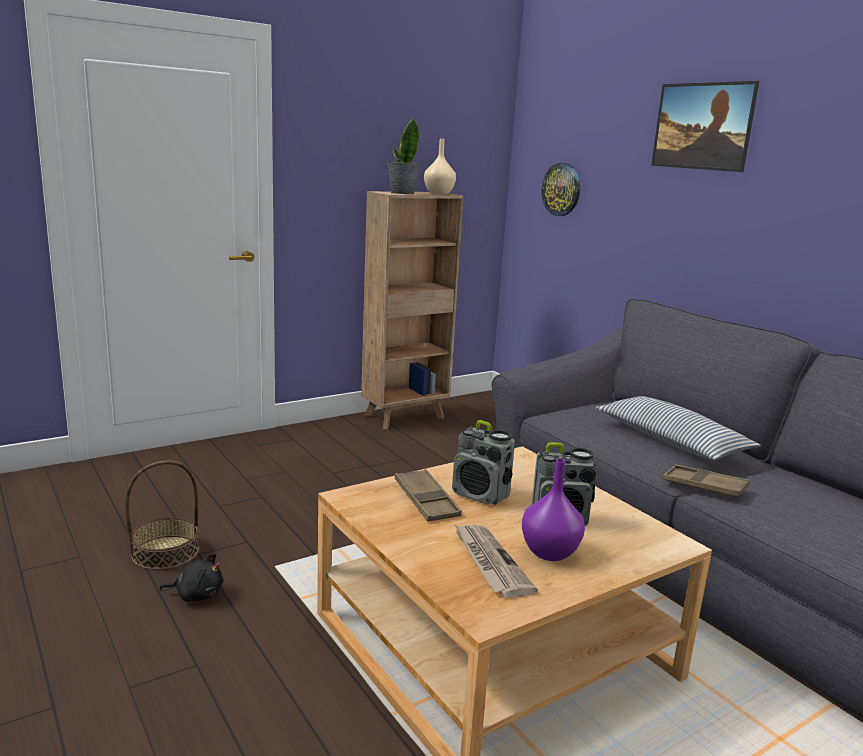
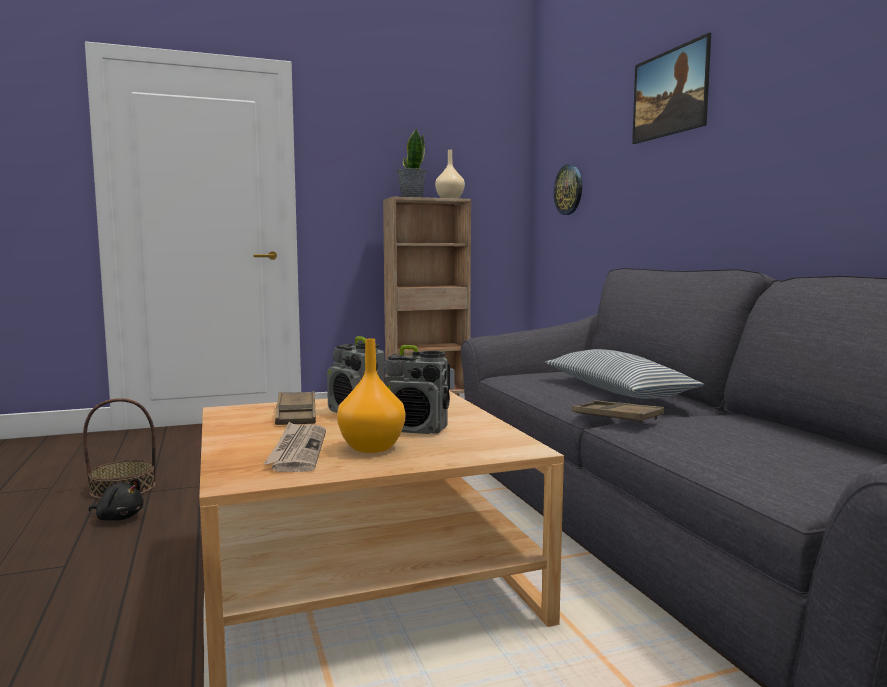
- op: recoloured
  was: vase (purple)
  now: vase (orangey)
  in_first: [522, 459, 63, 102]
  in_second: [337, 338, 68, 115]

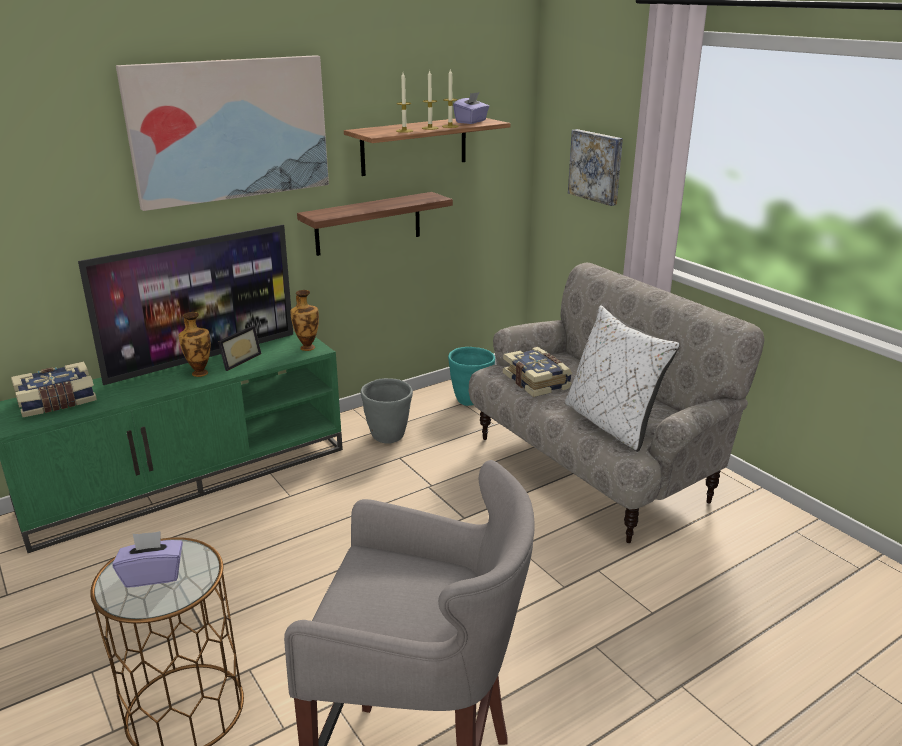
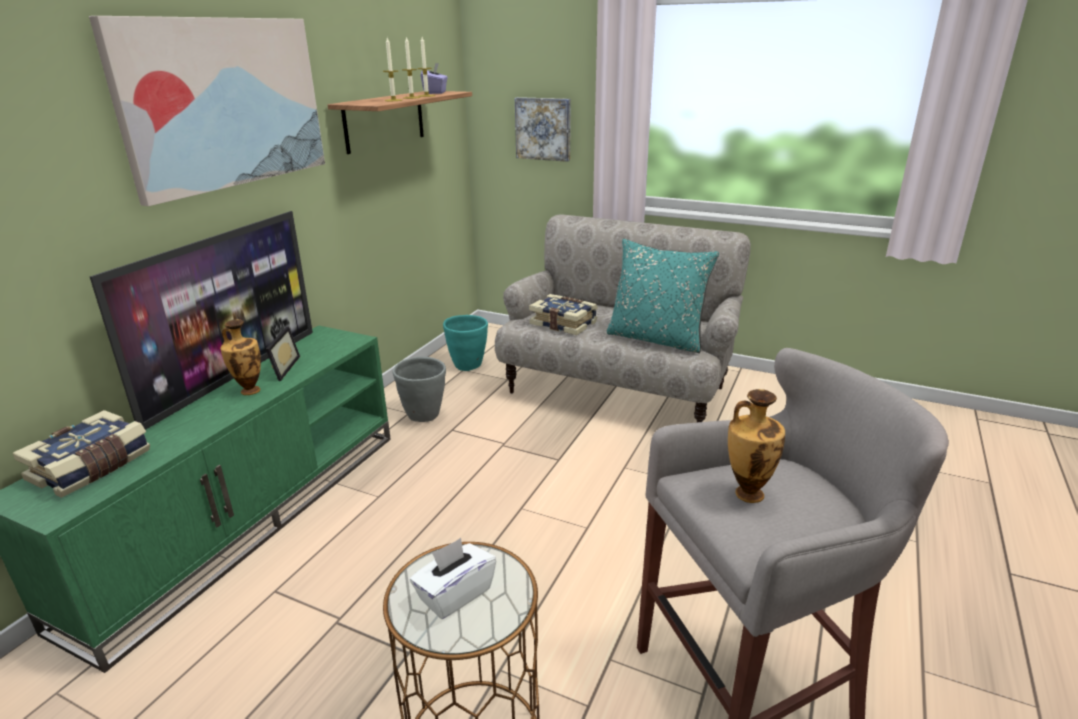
- op: recoloured
  was: tissue holder (purple)
  now: tissue holder (white-coloured)
  in_first: [113, 531, 70, 57]
  in_second: [410, 538, 86, 81]
- op: recoloured
  was: throw pillow (white-coloured)
  now: throw pillow (blue-green)
  in_first: [565, 305, 115, 147]
  in_second: [607, 239, 112, 114]
- op: moved
  was: vase
  in_first: [290, 290, 29, 61]
  in_second: [728, 389, 57, 114]
- op: removed
  was: shelf
  in_first: [297, 192, 156, 64]

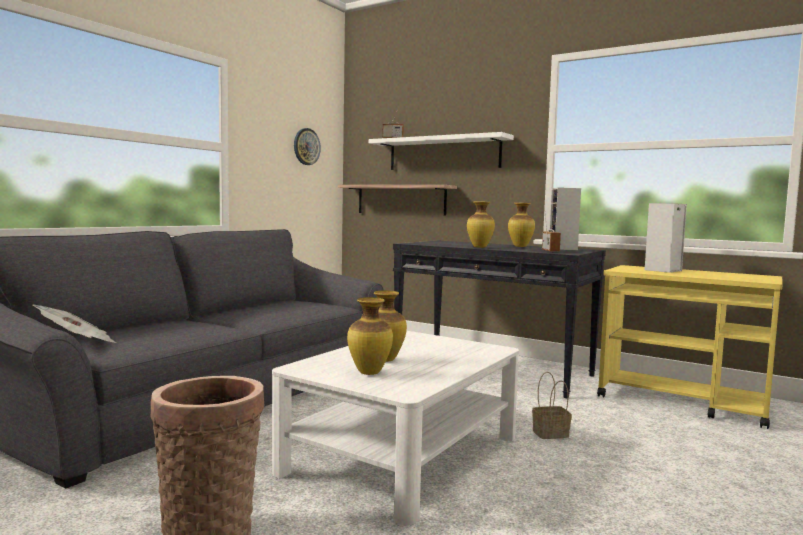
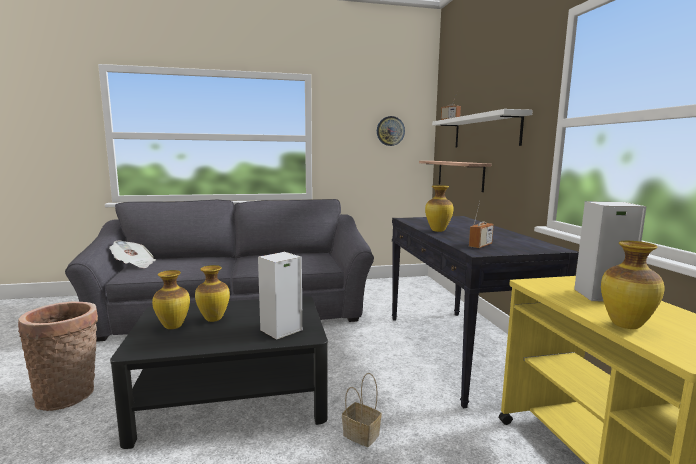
- op: recoloured
  was: lounge table (white-coloured)
  now: lounge table (black)
  in_first: [272, 331, 247, 195]
  in_second: [110, 296, 218, 153]
- op: moved
  was: speaker
  in_first: [550, 188, 31, 62]
  in_second: [258, 252, 45, 88]
- op: moved
  was: vase
  in_first: [508, 203, 27, 44]
  in_second: [601, 241, 63, 88]

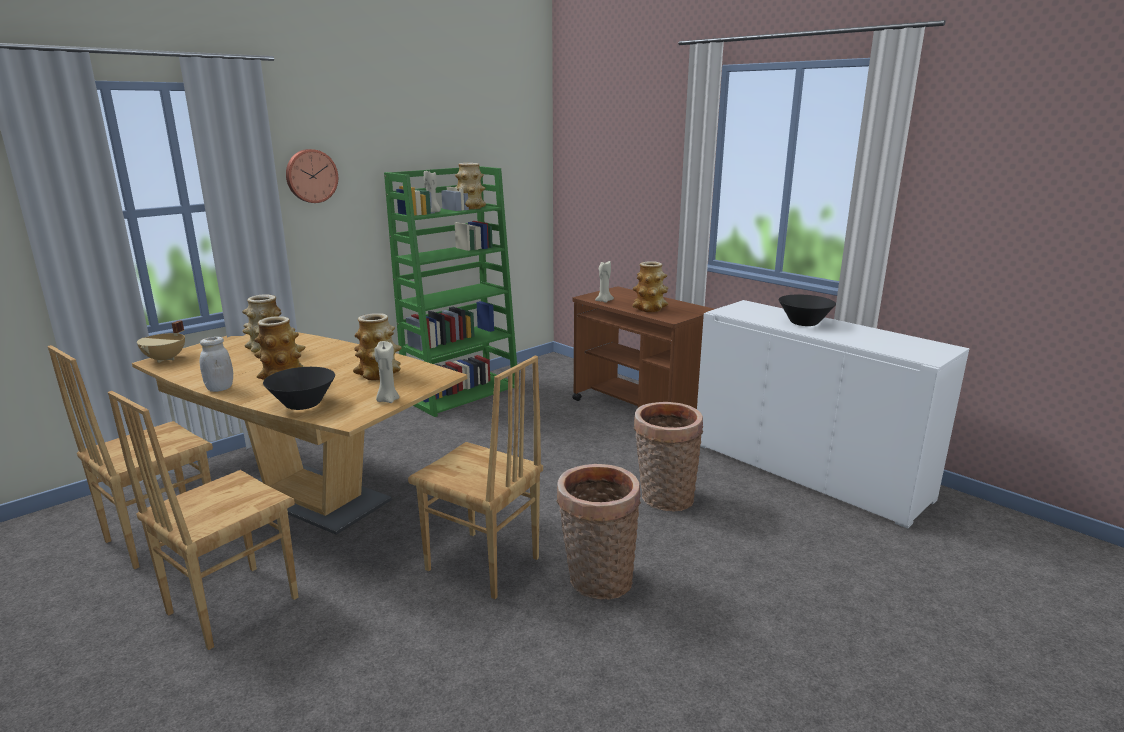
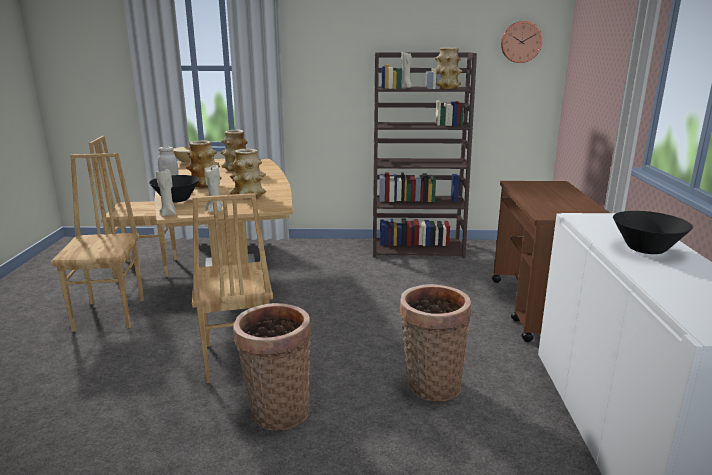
- op: turned
  was: chair (brown)
  in_first: [108, 391, 190, 259]
  in_second: [50, 153, 94, 179]
  clockwise: 90
- op: moved
  was: wax candle (beige)
  in_first: [595, 261, 19, 42]
  in_second: [156, 169, 20, 47]
- op: recoloured
  was: shelving unit (green-coloured)
  now: shelving unit (brown)
  in_first: [384, 166, 133, 251]
  in_second: [373, 52, 104, 206]
- op: moved
  was: clock on the wall
  in_first: [286, 149, 52, 54]
  in_second: [501, 21, 41, 42]
- op: removed
  was: vase
  in_first: [632, 261, 36, 51]

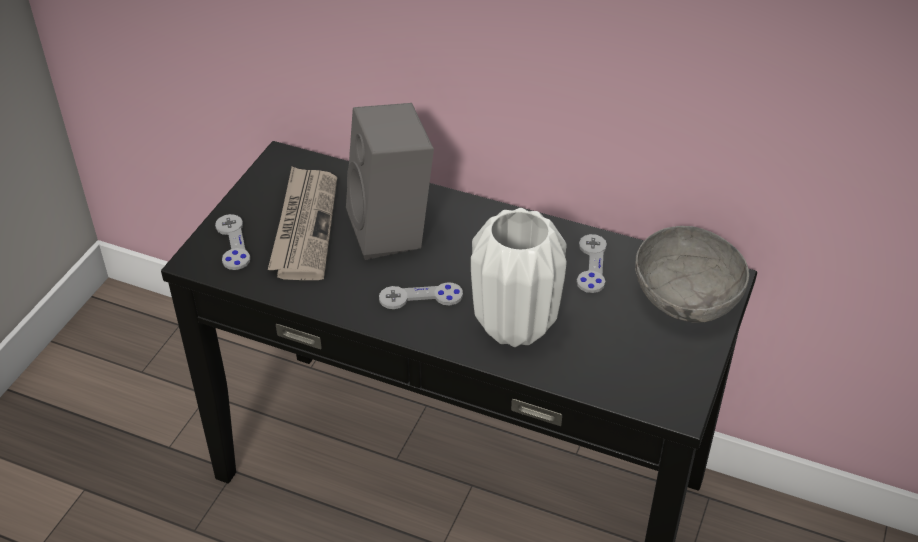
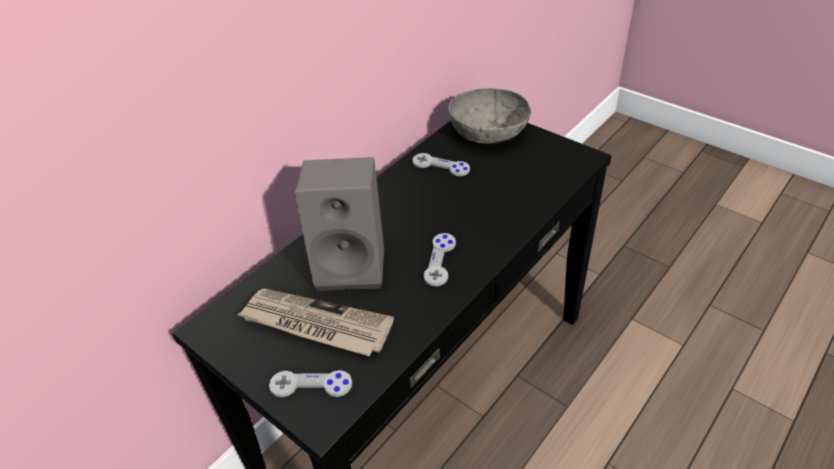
- op: removed
  was: vase (white-coloured)
  in_first: [471, 208, 96, 139]

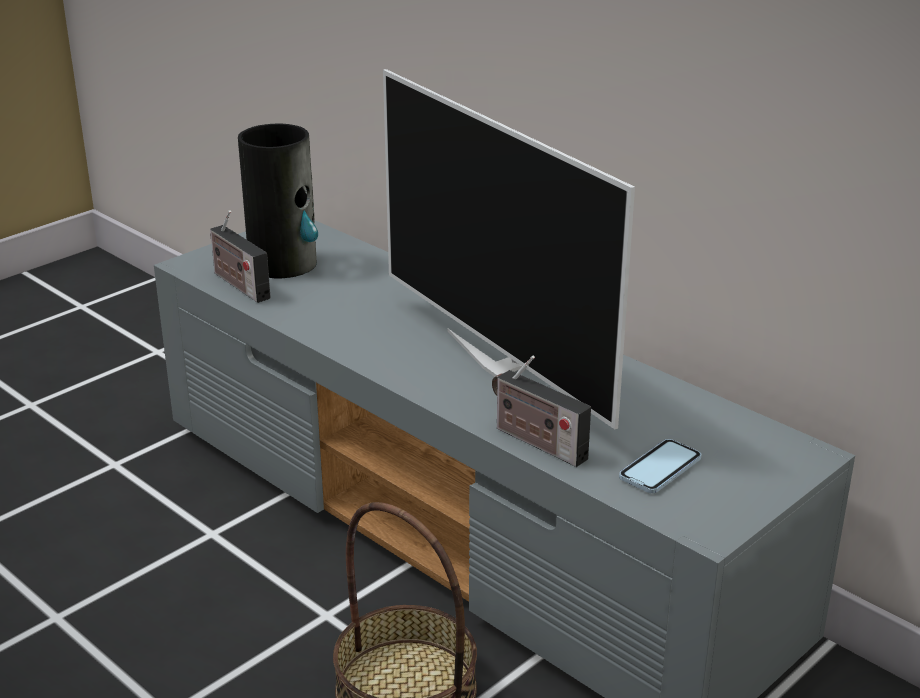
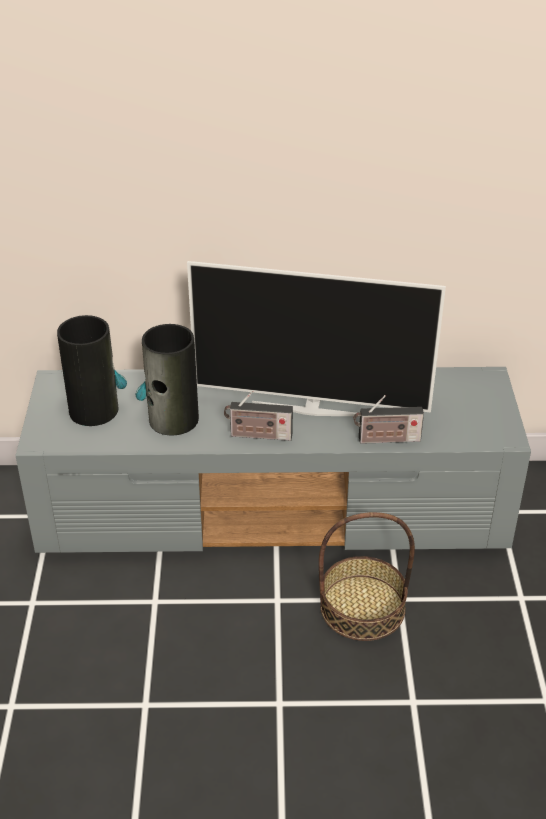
- op: added
  now: vase
  in_second: [136, 324, 63, 111]
- op: moved
  was: radio receiver
  in_first: [210, 210, 61, 93]
  in_second: [224, 390, 69, 51]
- op: removed
  was: handset
  in_first: [619, 439, 82, 54]

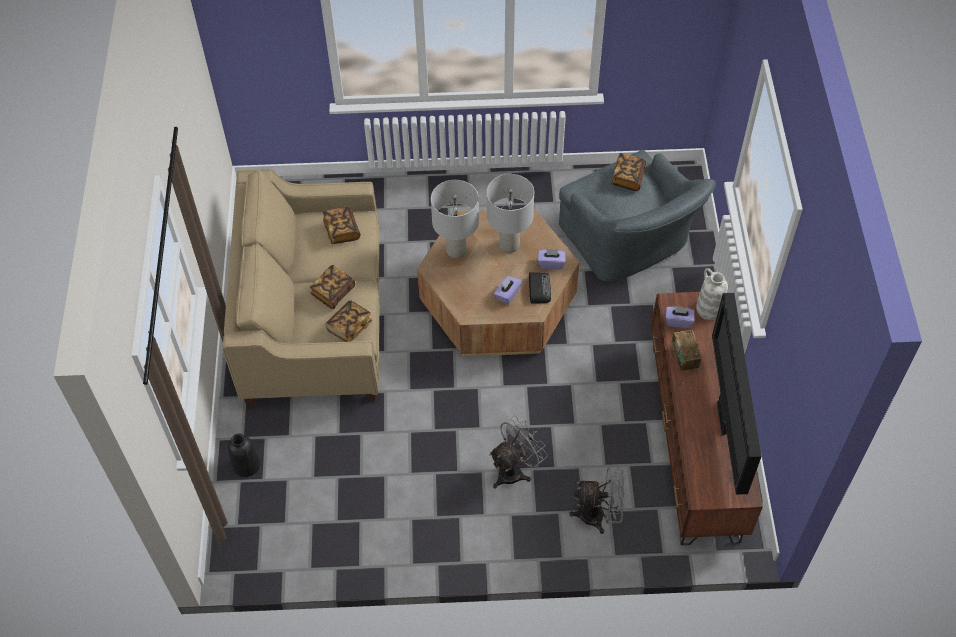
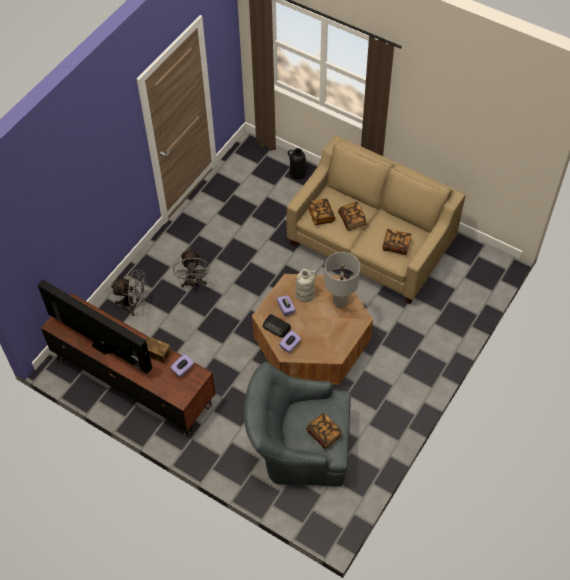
- op: turned
  was: electric fan (gray)
  in_first: [569, 466, 55, 68]
  in_second: [111, 270, 35, 46]
  clockwise: -120
- op: moved
  was: vase (white-coloured)
  in_first: [696, 268, 32, 52]
  in_second: [295, 269, 22, 33]
- op: removed
  was: tabletop lamp (gray)
  in_first: [487, 174, 47, 79]

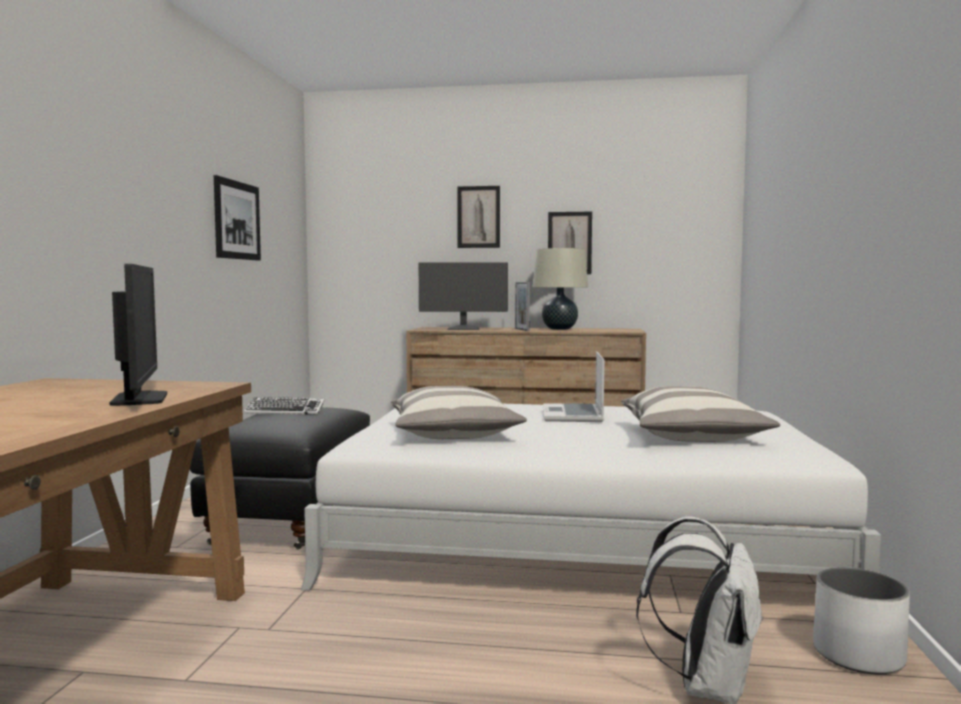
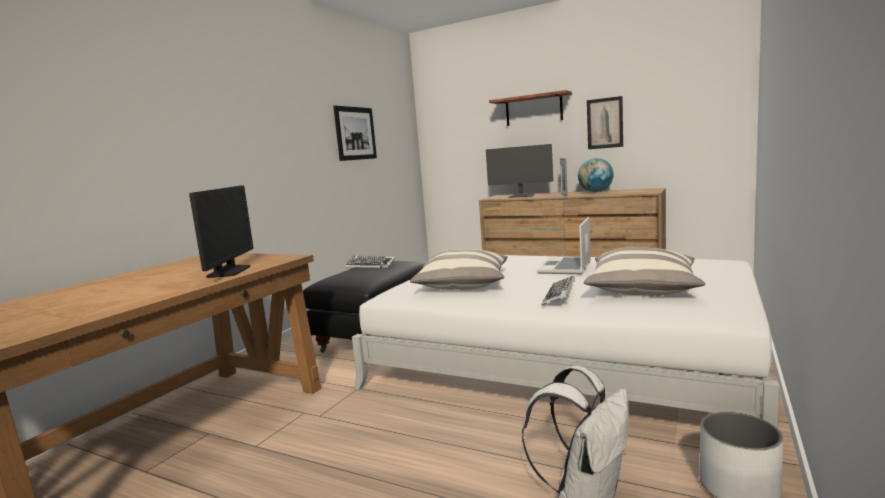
- op: replaced
  was: wall picture
  now: shelf
  in_first: [457, 186, 43, 62]
  in_second: [489, 90, 83, 36]
- op: added
  now: PC keyboard
  in_second: [541, 276, 34, 30]
- op: replaced
  was: tabletop lamp (beige)
  now: world globe
  in_first: [533, 248, 55, 82]
  in_second: [578, 158, 35, 34]

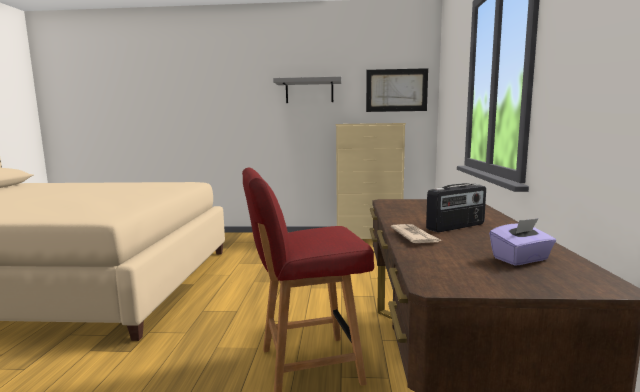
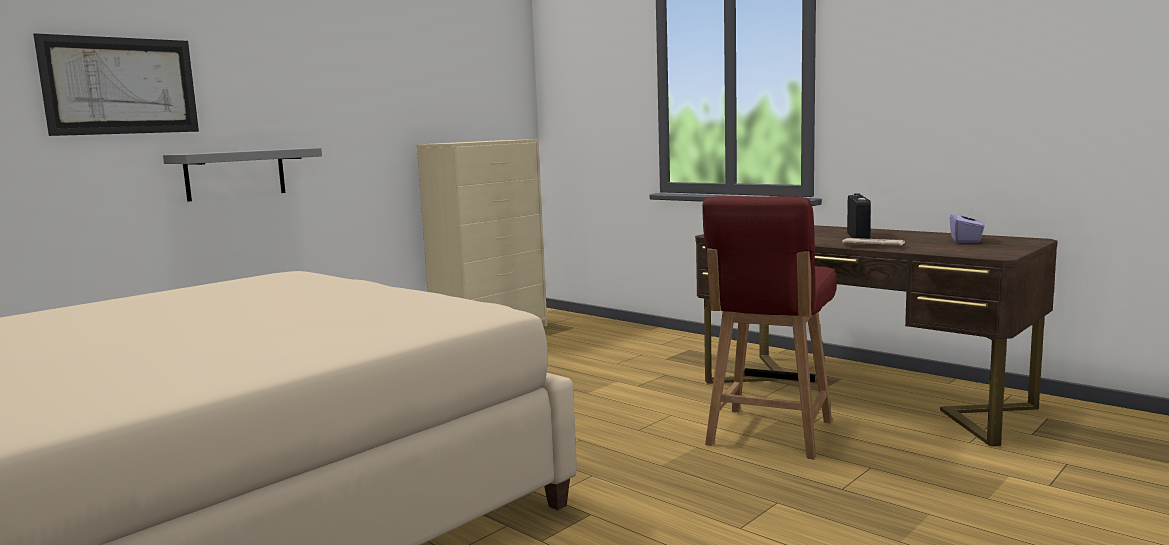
- op: moved
  was: wall picture
  in_first: [366, 68, 62, 44]
  in_second: [33, 33, 166, 103]
- op: moved
  was: shelf (gray)
  in_first: [273, 77, 68, 26]
  in_second: [163, 148, 159, 54]

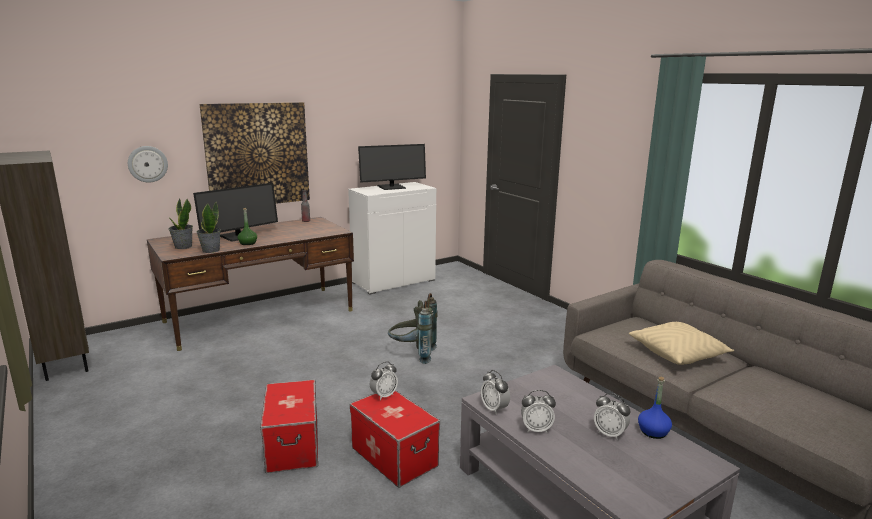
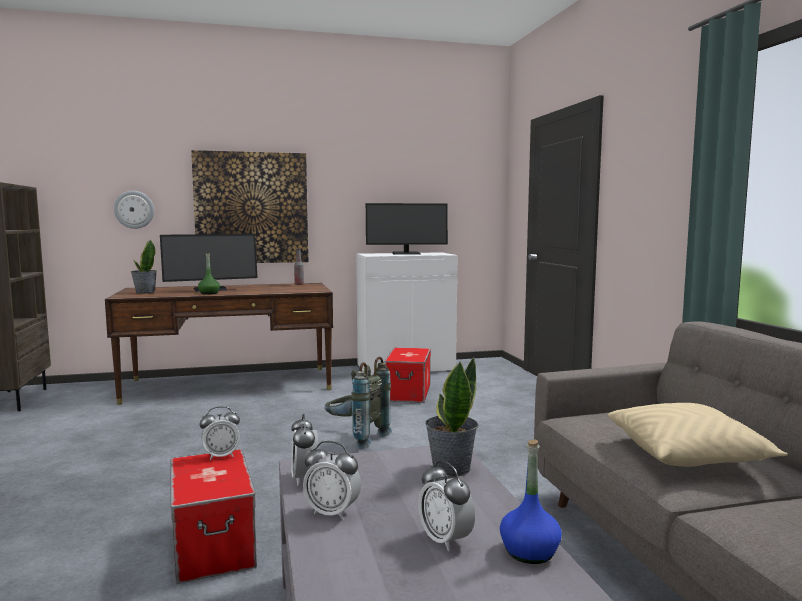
- op: moved
  was: storage bin
  in_first: [260, 379, 58, 94]
  in_second: [385, 347, 46, 56]
- op: moved
  was: plant in a pot
  in_first: [197, 202, 24, 51]
  in_second: [425, 358, 53, 119]

